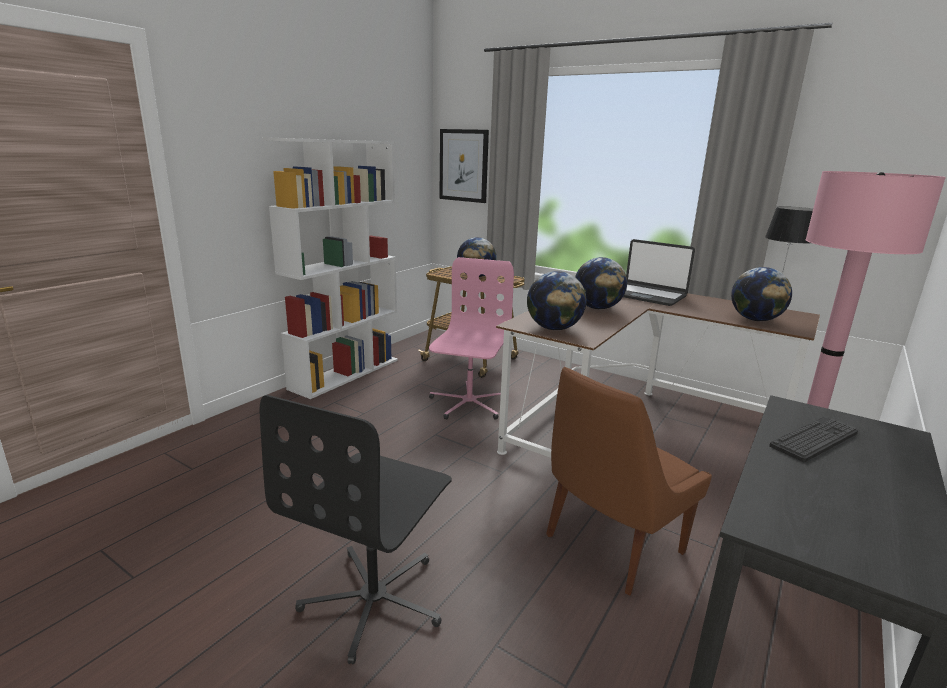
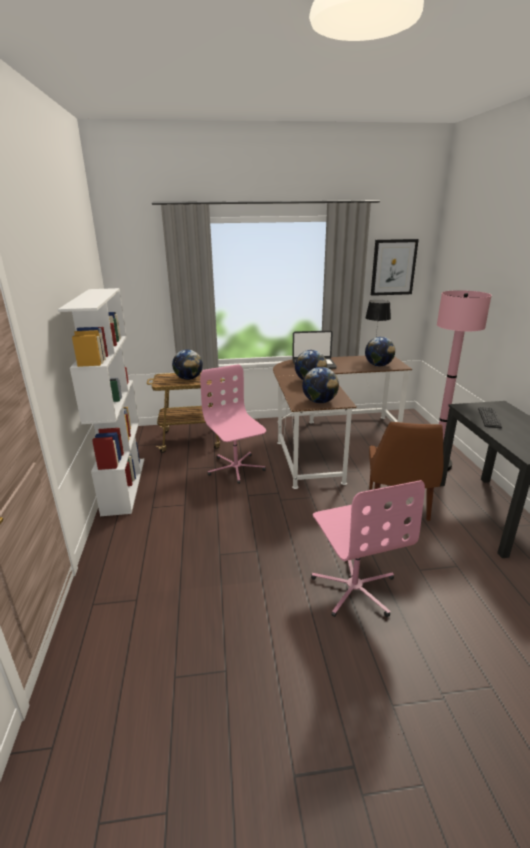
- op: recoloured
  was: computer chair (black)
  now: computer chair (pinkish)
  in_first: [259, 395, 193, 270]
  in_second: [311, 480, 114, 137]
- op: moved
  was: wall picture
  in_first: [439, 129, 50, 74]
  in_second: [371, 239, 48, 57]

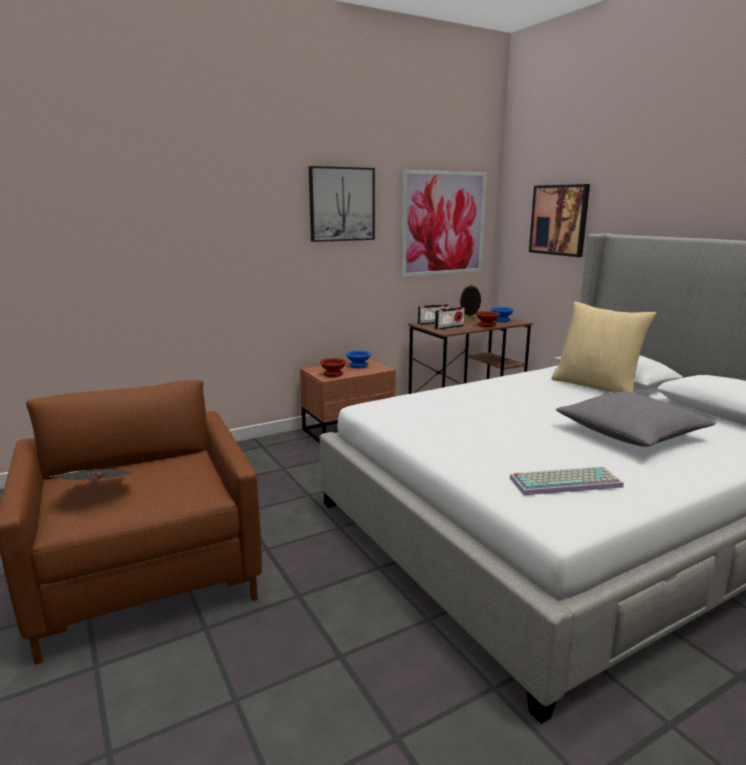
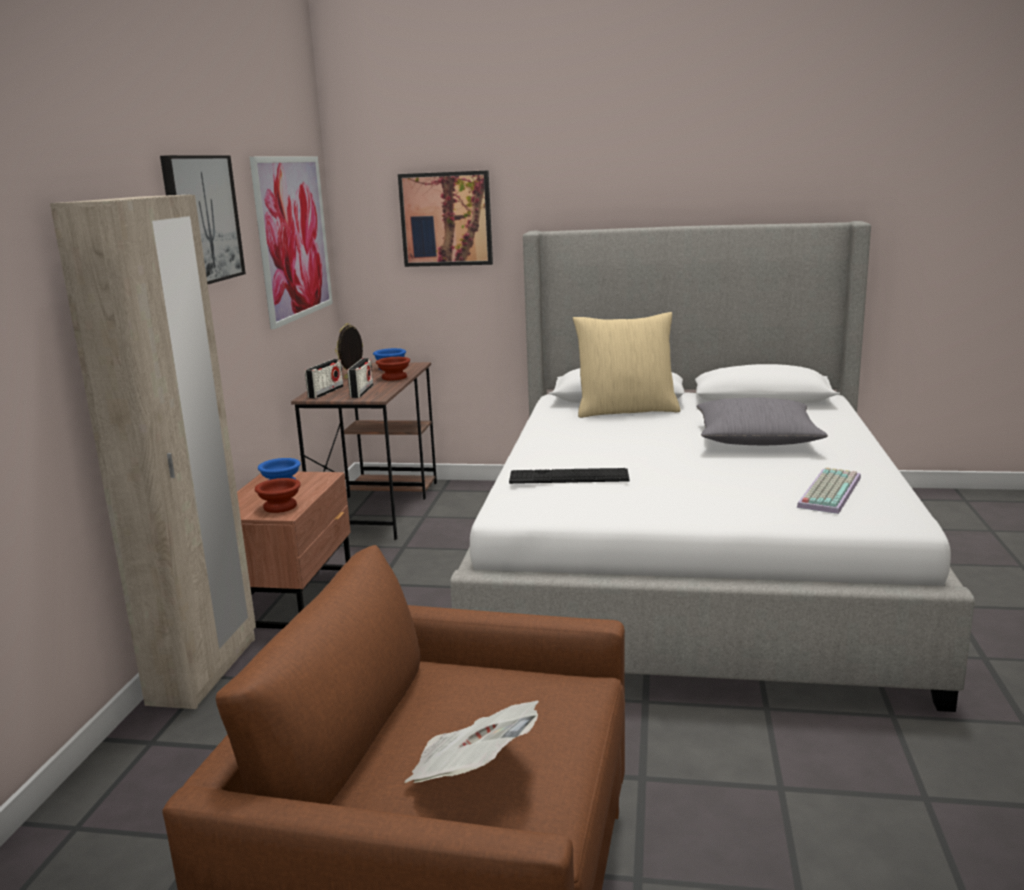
- op: added
  now: clothes cupboard (beige)
  in_second: [50, 194, 206, 515]
- op: added
  now: PC keyboard
  in_second: [509, 468, 121, 16]

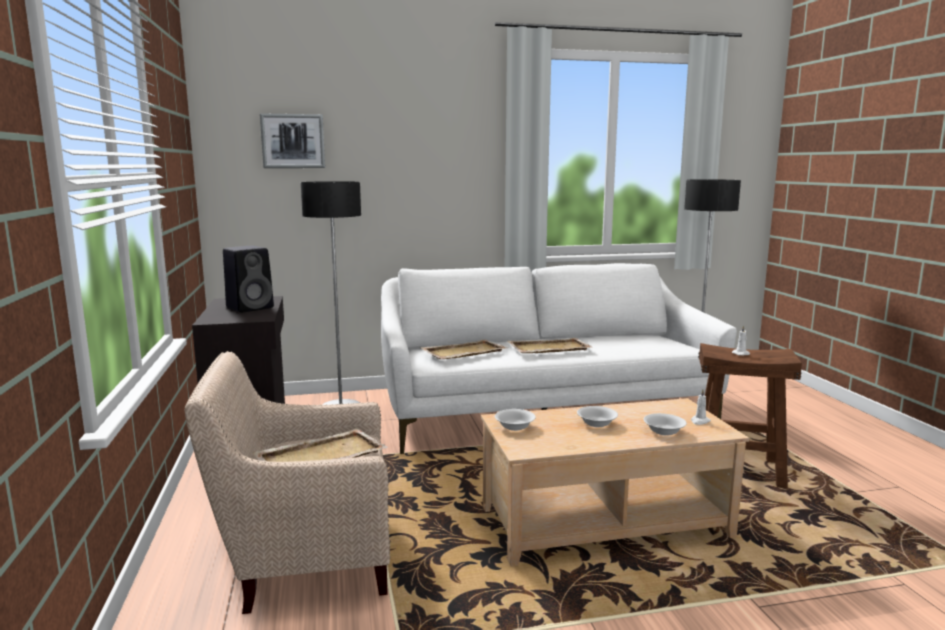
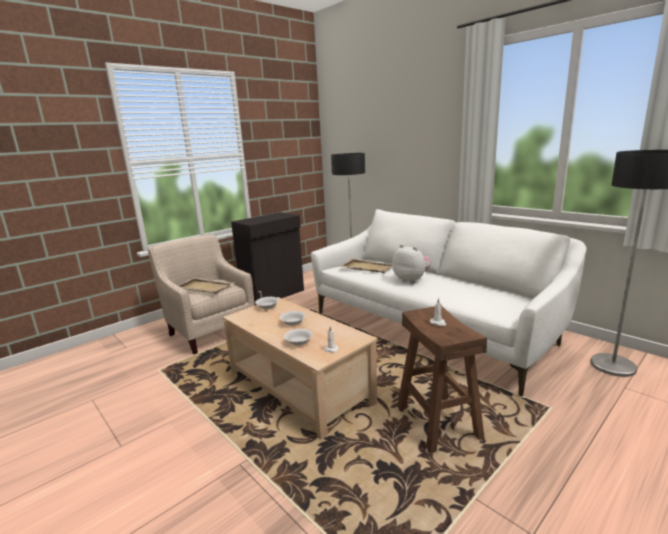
- op: replaced
  was: serving tray (beige)
  now: soft toy
  in_first: [508, 338, 85, 15]
  in_second: [392, 244, 39, 40]
- op: removed
  was: speaker (black)
  in_first: [223, 246, 51, 67]
- op: removed
  was: wall picture
  in_first: [260, 113, 65, 55]

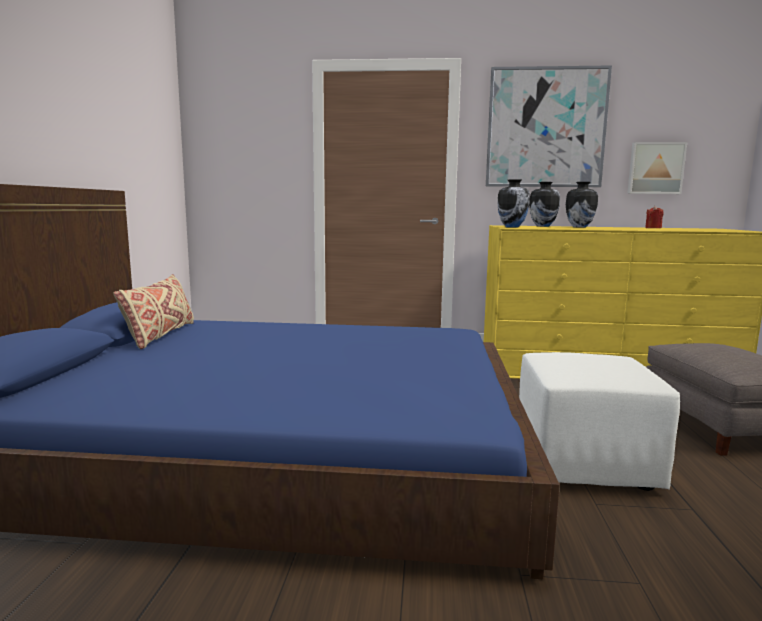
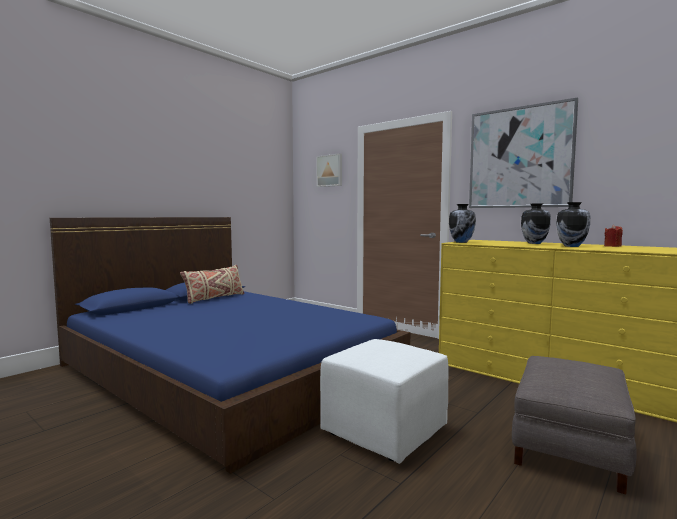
- op: moved
  was: wall picture
  in_first: [627, 142, 60, 52]
  in_second: [316, 153, 26, 34]
- op: moved
  was: vase
  in_first: [529, 182, 31, 45]
  in_second: [556, 202, 34, 45]

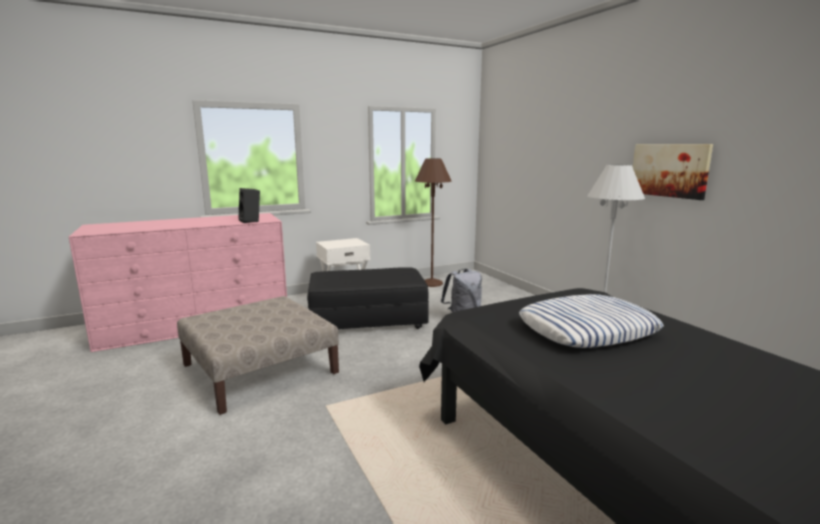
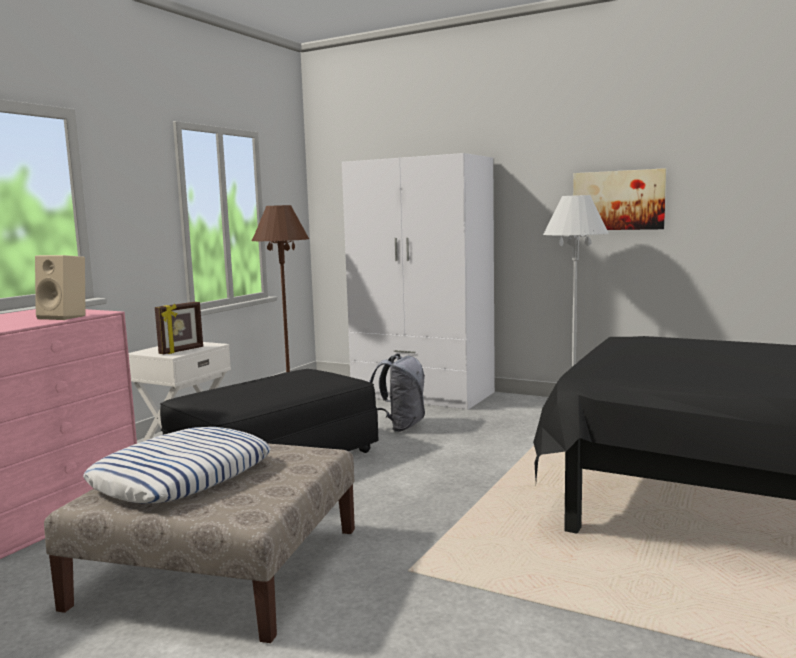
- op: recoloured
  was: speaker (black)
  now: speaker (beige)
  in_first: [239, 188, 21, 35]
  in_second: [35, 255, 51, 65]
- op: moved
  was: throw pillow
  in_first: [519, 294, 145, 54]
  in_second: [83, 427, 188, 77]
- op: added
  now: standing frame
  in_second: [155, 302, 48, 52]
- op: added
  now: clothes cupboard (white-coloured)
  in_second: [342, 153, 153, 257]

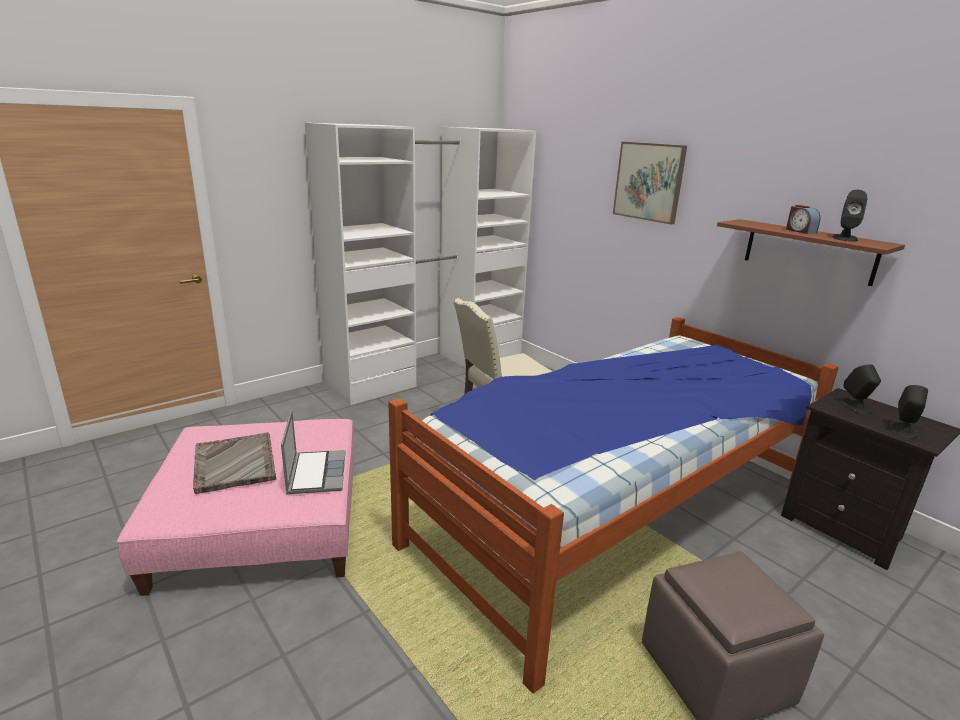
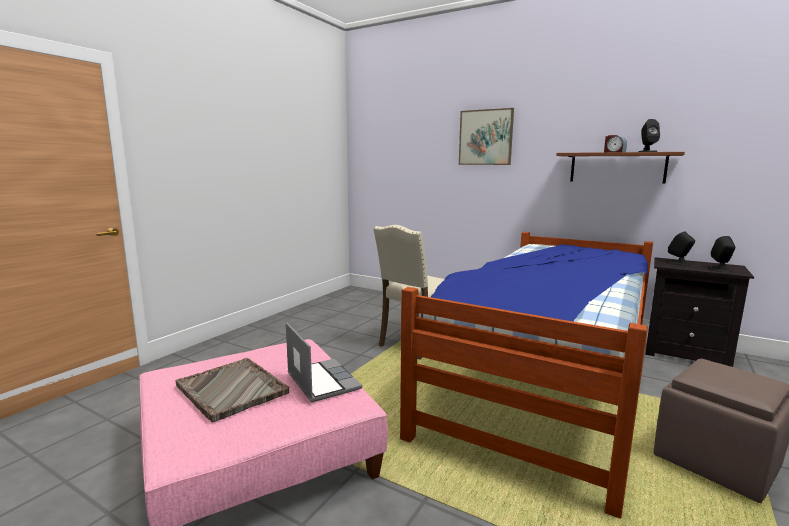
- op: removed
  was: clothes cupboard (white-coloured)
  in_first: [305, 123, 231, 282]

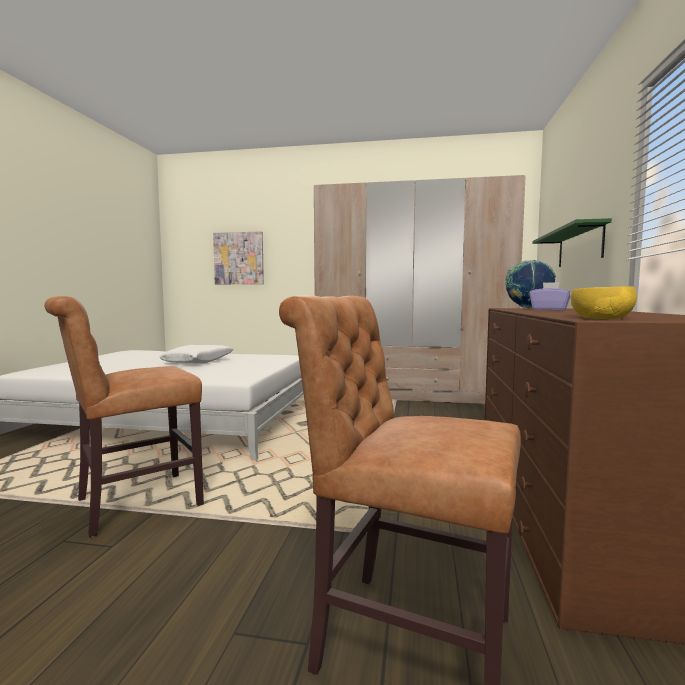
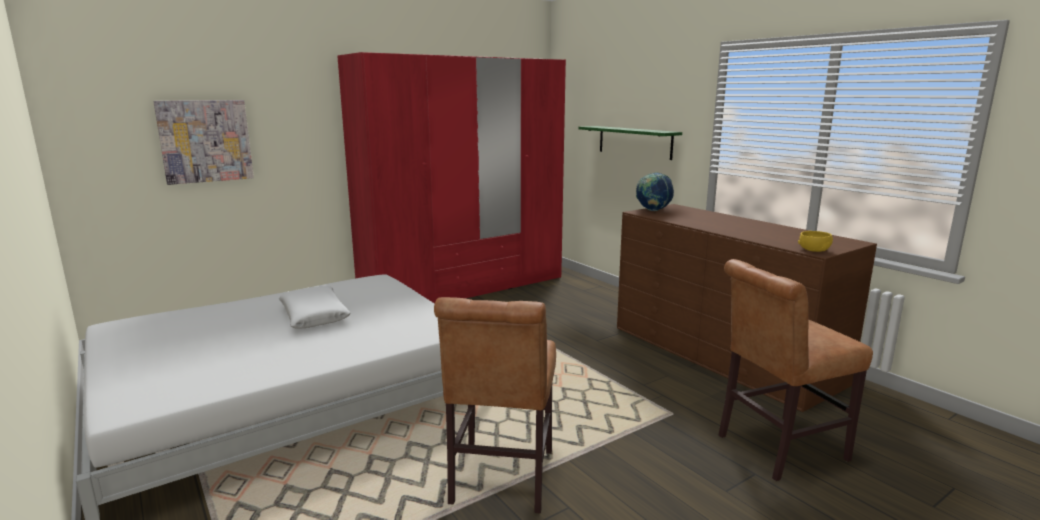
- op: recoloured
  was: clothes cupboard (beige)
  now: clothes cupboard (red-coloured)
  in_first: [314, 175, 212, 229]
  in_second: [337, 52, 229, 251]
- op: removed
  was: tissue holder (purple)
  in_first: [529, 282, 42, 28]

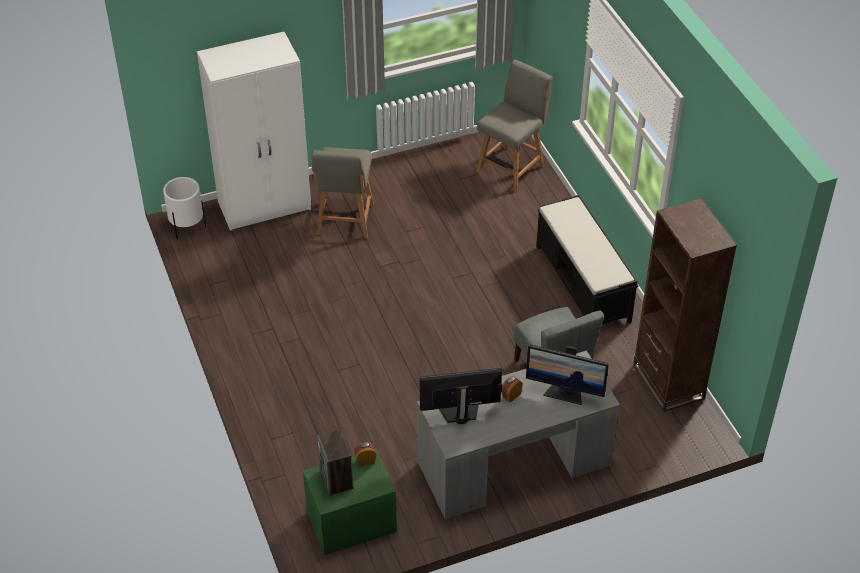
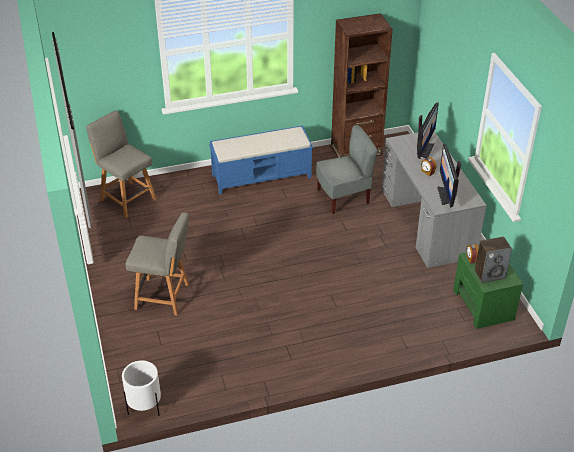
- op: recoloured
  was: indoor bench (black)
  now: indoor bench (bluish)
  in_first: [536, 195, 103, 129]
  in_second: [209, 125, 104, 69]
- op: removed
  was: clothes cupboard (white-coloured)
  in_first: [197, 32, 114, 199]

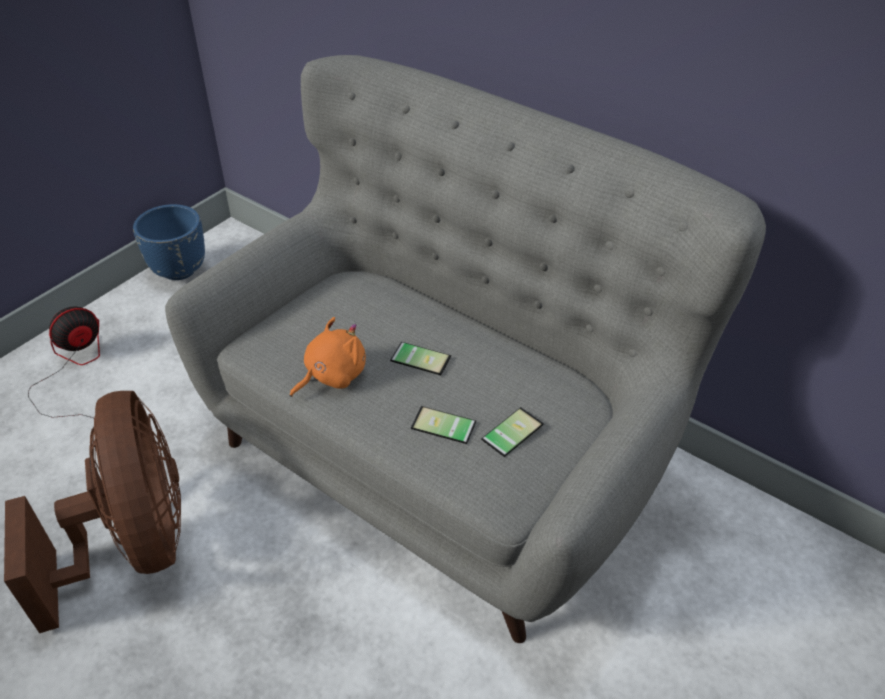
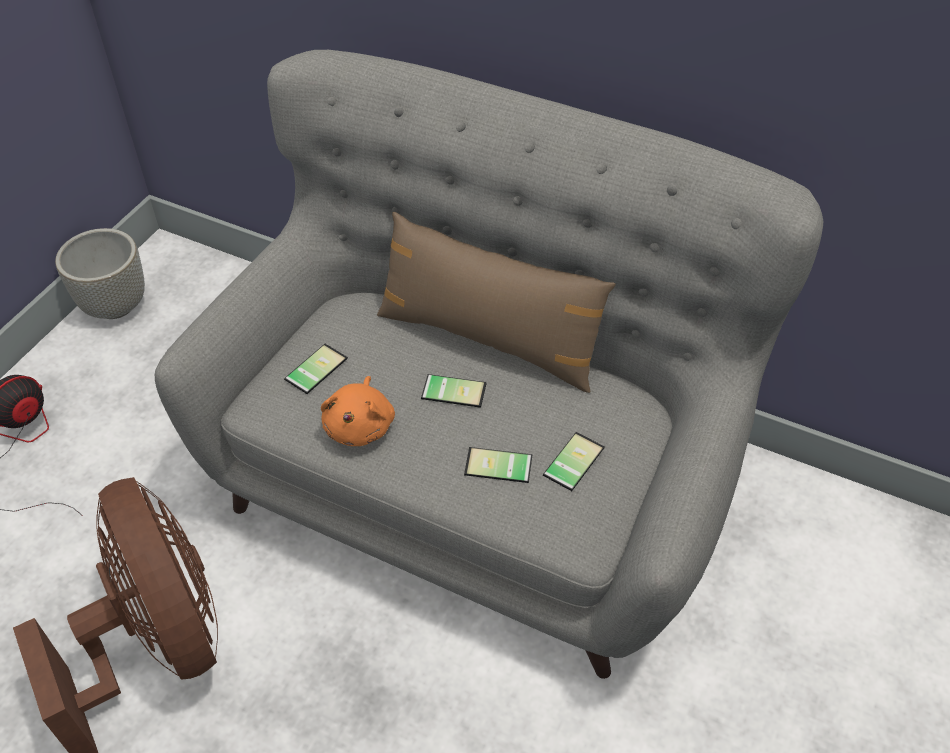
- op: recoloured
  was: plant pot (bluish)
  now: plant pot (gray)
  in_first: [133, 204, 72, 76]
  in_second: [55, 228, 90, 91]
- op: added
  now: handset
  in_second: [284, 344, 64, 50]
- op: turned
  was: soft toy (orangey)
  in_first: [290, 317, 76, 80]
  in_second: [321, 376, 74, 70]
  clockwise: 150
- op: added
  now: throw pillow (brown)
  in_second: [377, 212, 239, 181]

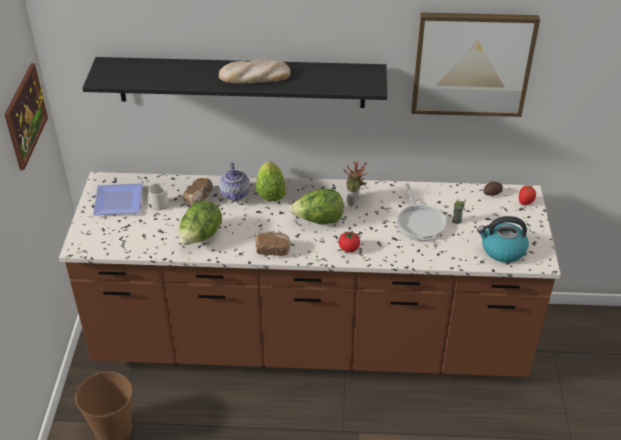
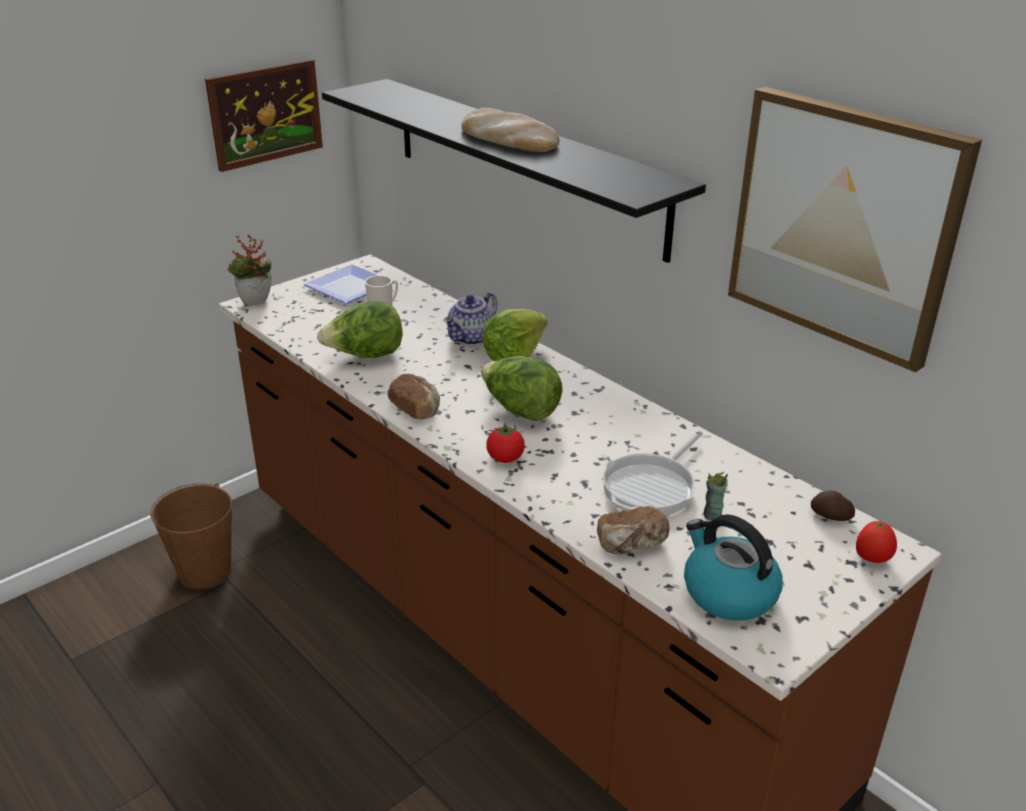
- op: moved
  was: plant in a pot
  in_first: [343, 160, 25, 46]
  in_second: [228, 235, 43, 70]
- op: moved
  was: bakery bread
  in_first: [183, 178, 30, 28]
  in_second: [597, 506, 72, 48]

